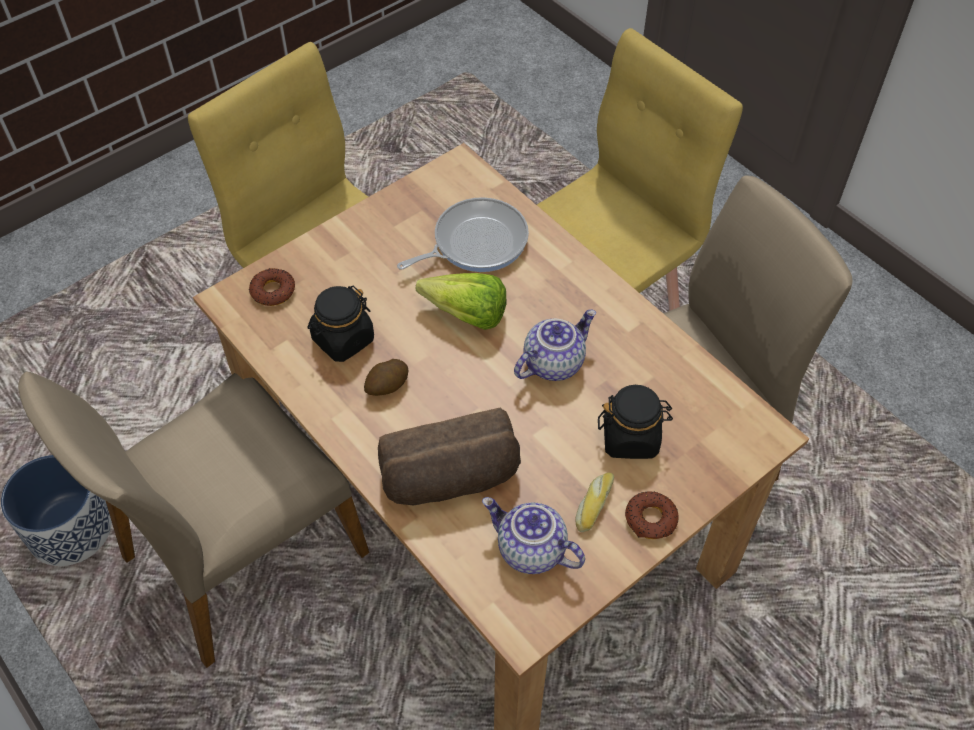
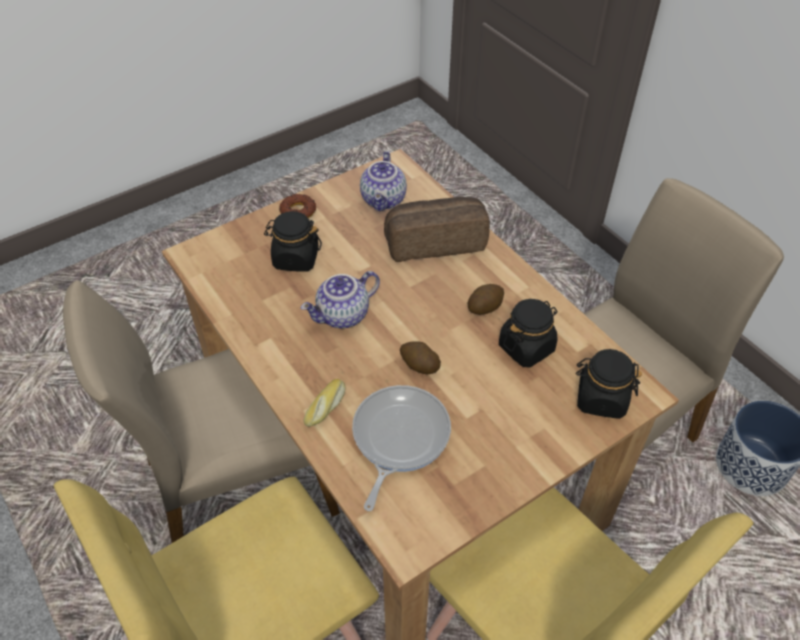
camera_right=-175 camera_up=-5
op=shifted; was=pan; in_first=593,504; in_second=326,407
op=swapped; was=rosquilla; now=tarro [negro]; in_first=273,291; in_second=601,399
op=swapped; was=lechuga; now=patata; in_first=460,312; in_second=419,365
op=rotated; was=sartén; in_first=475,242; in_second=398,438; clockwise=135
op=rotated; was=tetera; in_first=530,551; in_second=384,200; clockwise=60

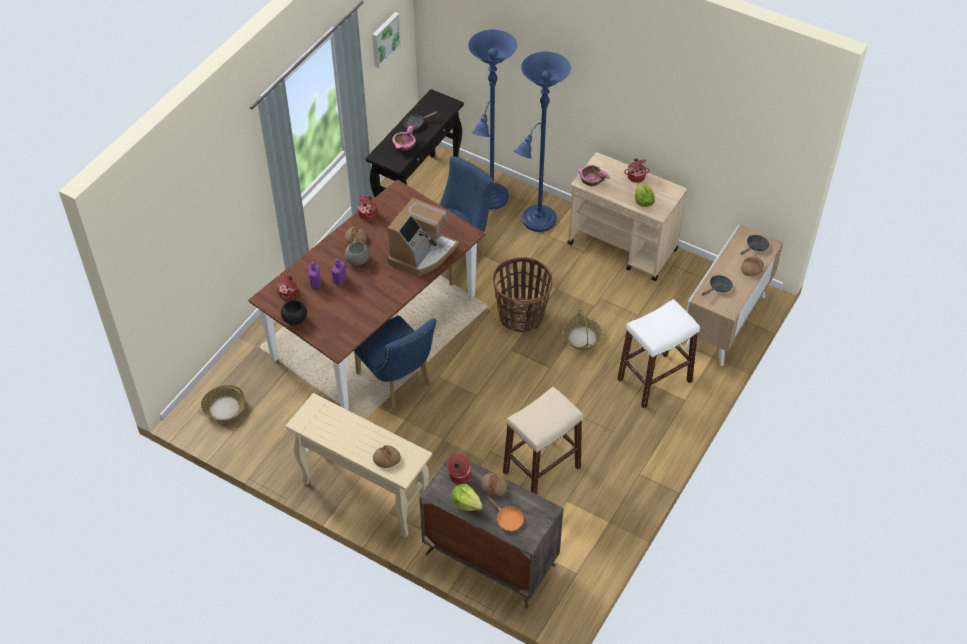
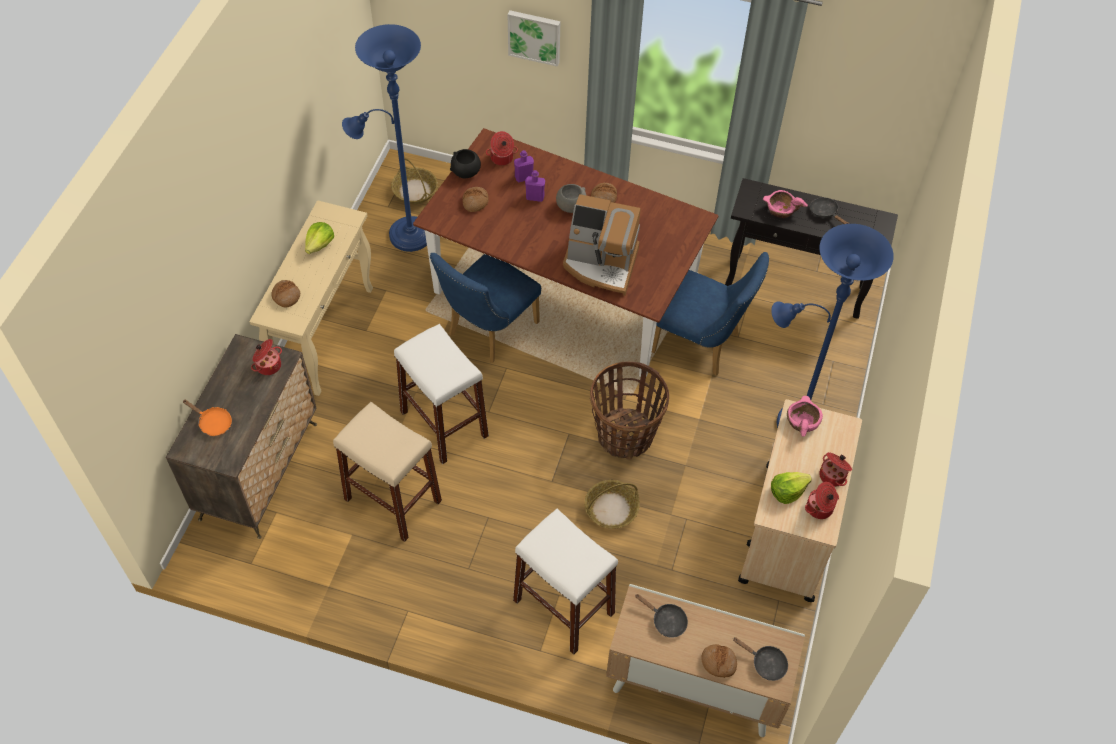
camera_right=75 camera_up=5
op=new; now=taburete [blanco]; in_second=444,423
op=shifted; was=olla; in_first=368,214; in_second=820,508
op=shifted; was=cuadro; in_first=384,39; in_second=534,36
op=shifted; was=lechuga; in_first=466,503; in_second=320,245
op=shifted; was=lámpara de pie [azul]; in_first=490,200; in_second=404,235
op=shifted; was=pan; in_first=493,487; in_second=475,202
op=rotated; was=sartén [naranja]; in_first=507,519; in_second=213,423; clockwise=-90

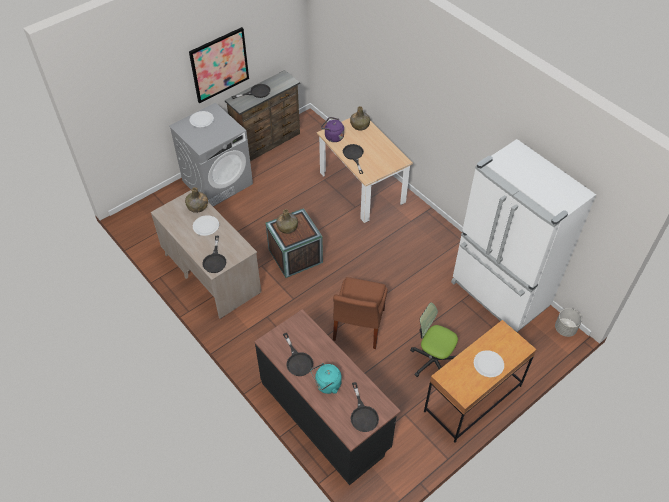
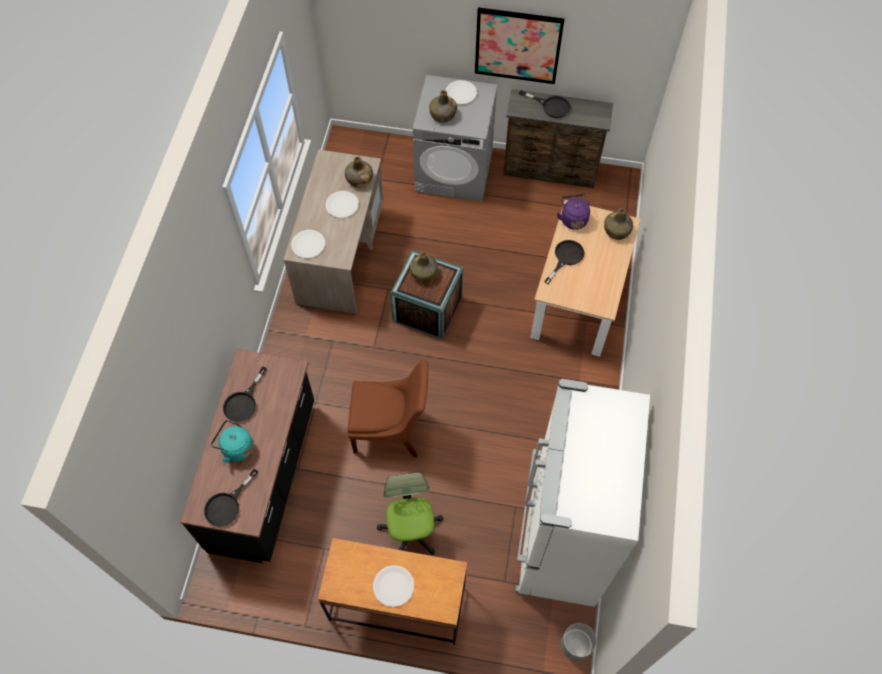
camera_right=50 camera_up=10
op=new; now=botella [verde]; in_second=443,115
op=swapped; was=sartén [negro]; now=plato [blanco]; in_first=215,260; in_second=308,244
op=rotated; was=silla [marrón]; in_first=358,327; in_second=391,430; clockwise=-150

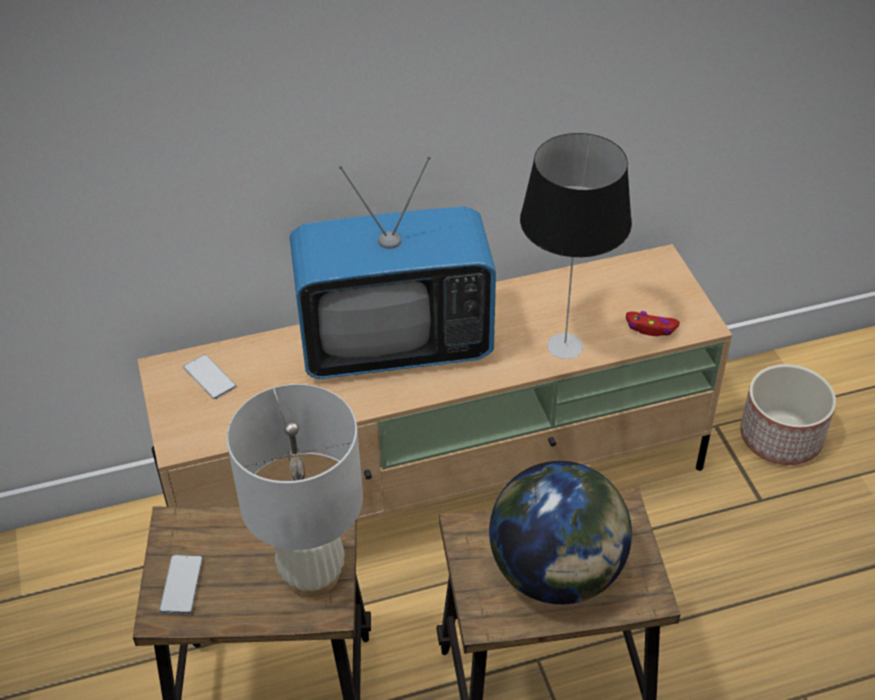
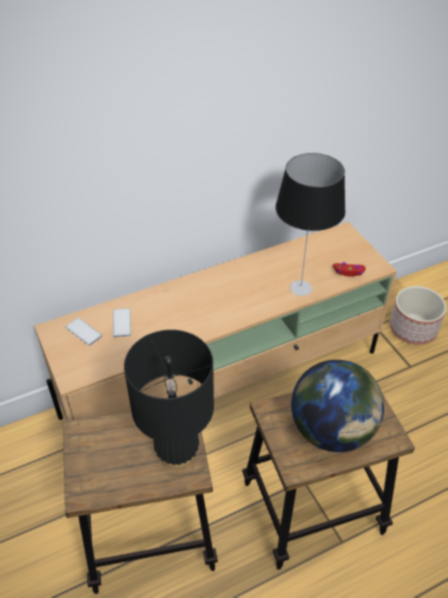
camera_right=-10 camera_up=0
op=gone; was=televisor; in_first=395,345
op=shifted; was=móvil; in_first=181,584; in_second=121,323
op=repainted; was=lámpara de mesa [blanco]; now=lámpara de mesa [negro]; in_first=311,574; in_second=177,452

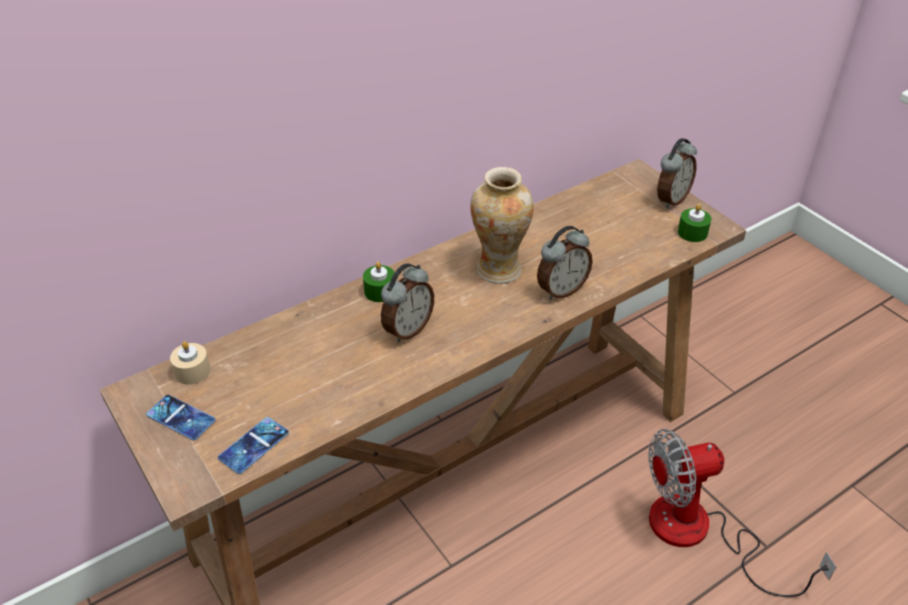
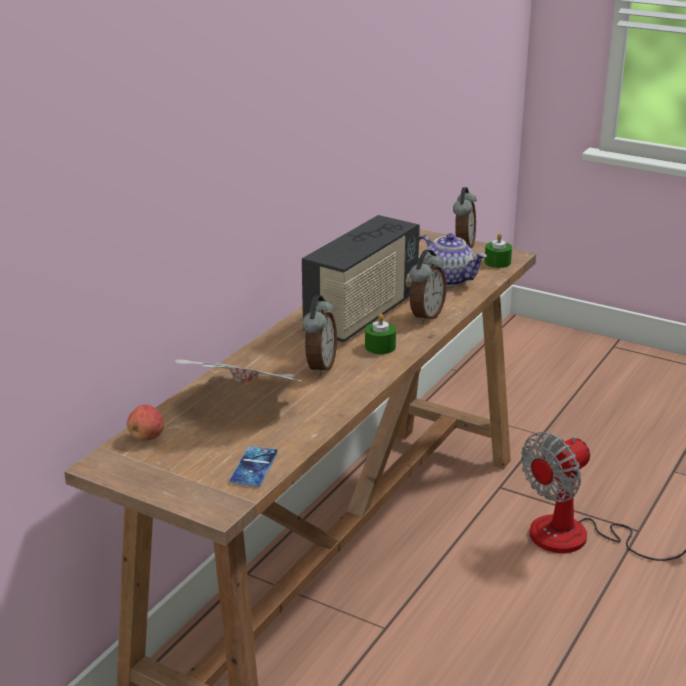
camera_right=-25 camera_up=-15
op=gone; was=móvil; in_first=181,418
op=new; now=periódico; in_second=246,401
op=new; now=tetera; in_second=449,279
op=shifted; was=vela [verde]; in_first=380,291; in_second=380,347
op=swapped; was=vela [beis]; now=manzana; in_first=192,371; in_second=147,437
op=swapped; was=florero; now=radio; in_first=499,270; in_second=363,315

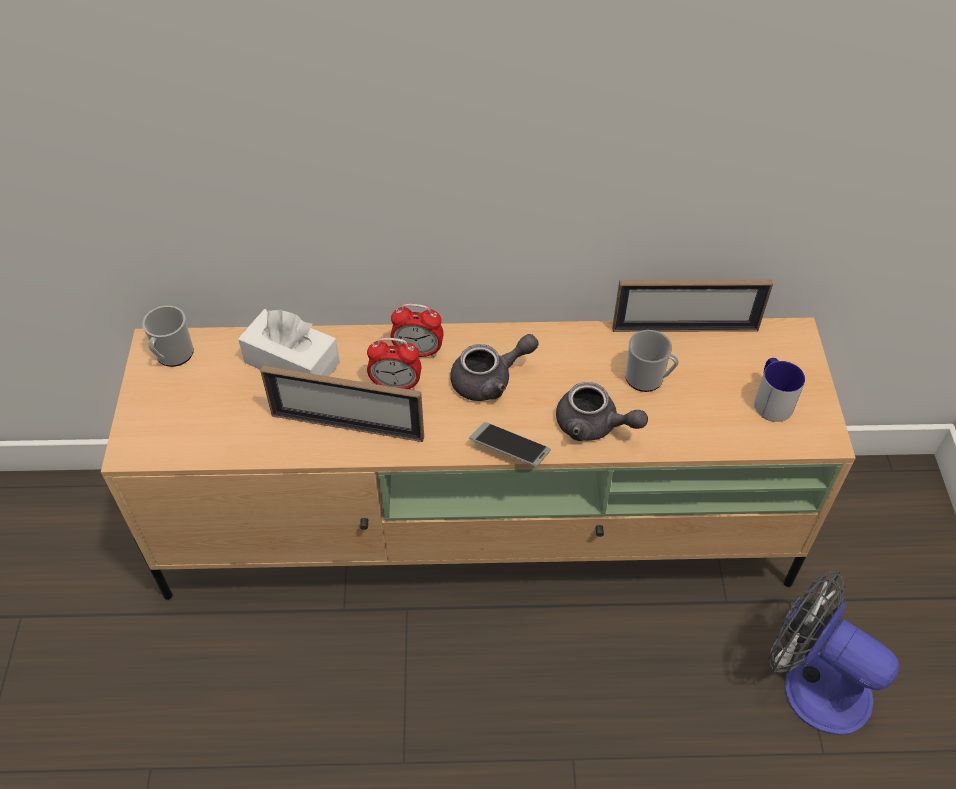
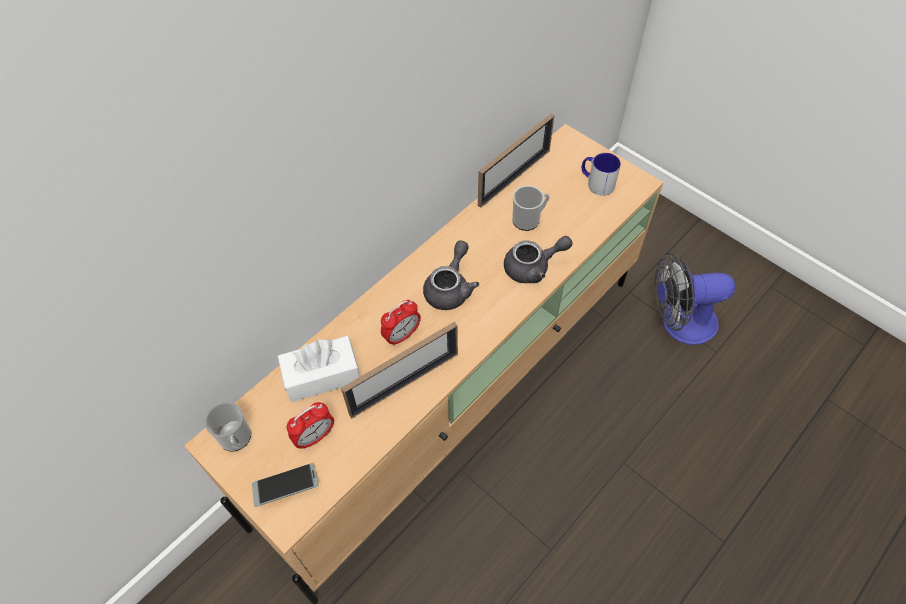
camera_right=-45 camera_up=5
op=shifted; was=despertador; in_first=418,351; in_second=315,437
op=shifted; was=móvil; in_first=509,449; in_second=286,487

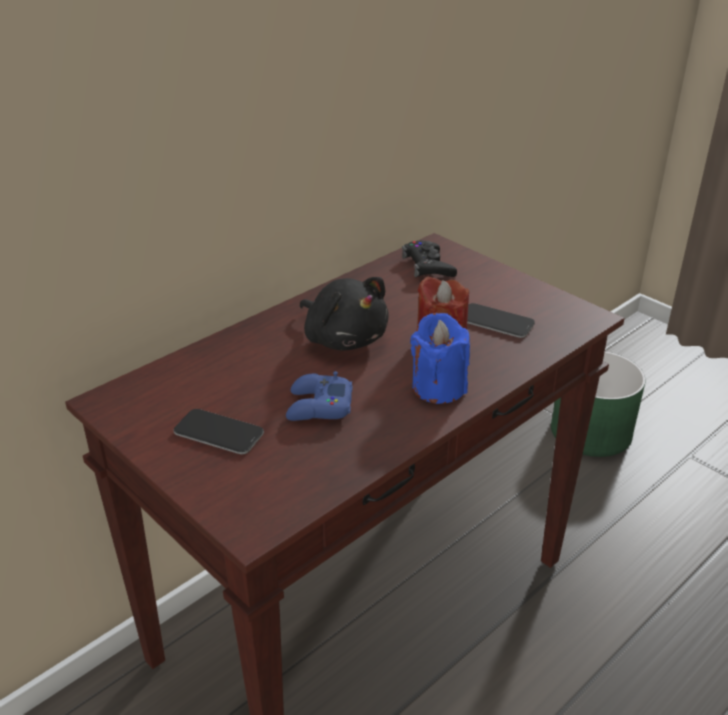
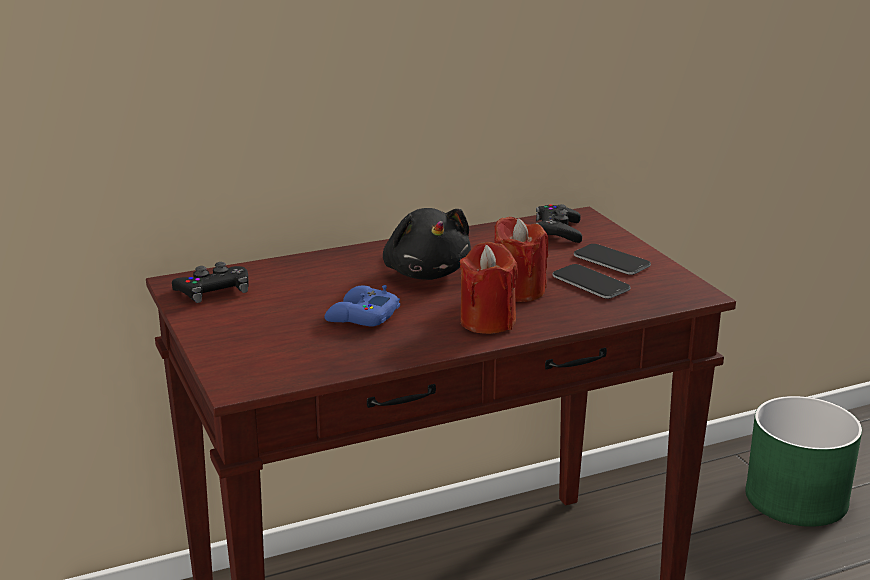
camera_right=20 camera_up=-10
op=new; now=mando de consola [negro]; in_second=213,291
op=shifted; was=móvil; in_first=218,433; in_second=611,261
op=repainted; was=vela [azul]; now=vela [rojo]; in_first=438,387; in_second=487,321

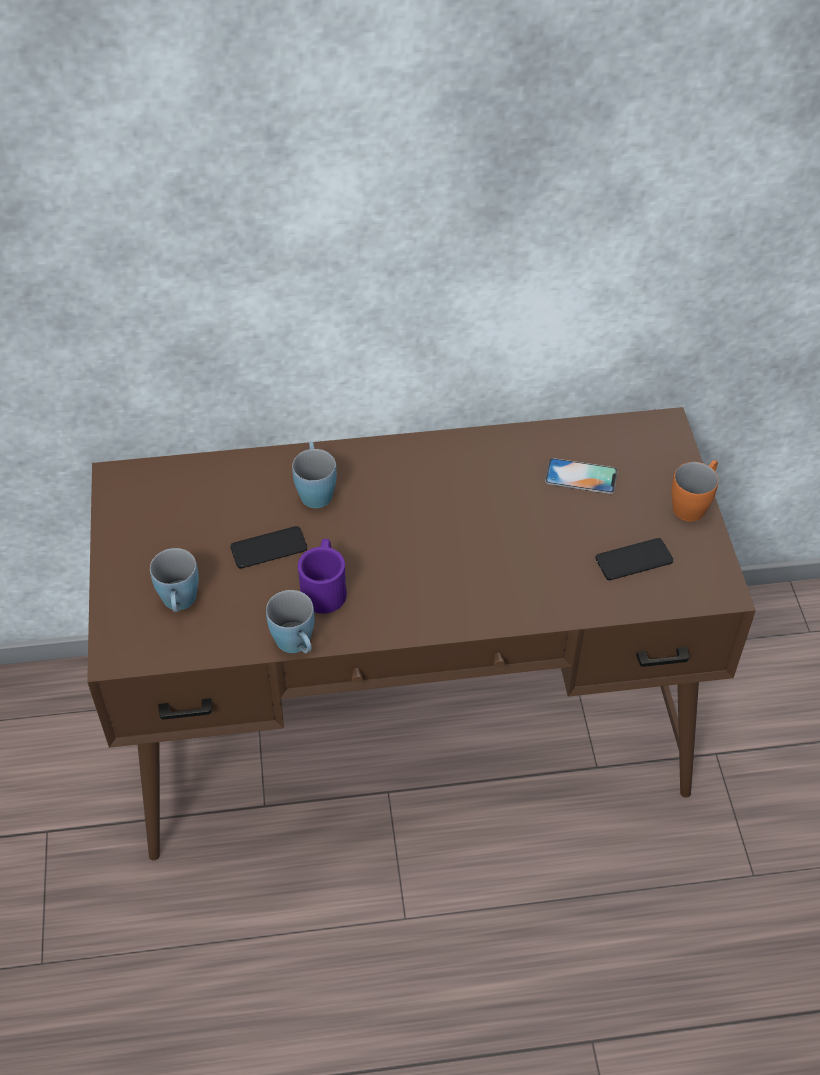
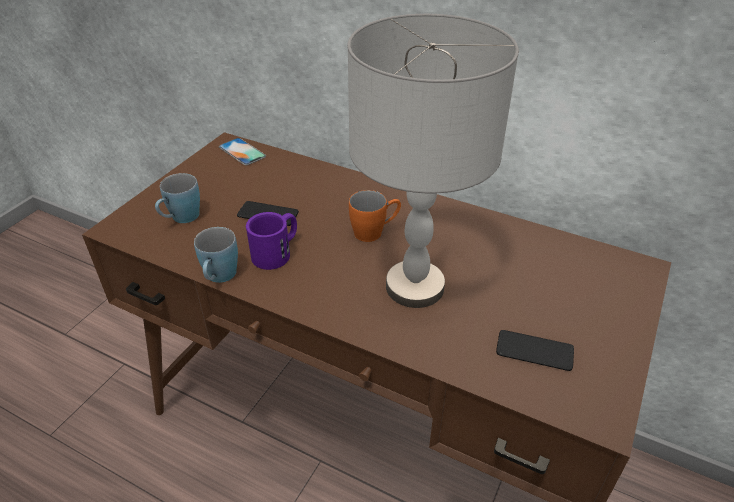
camera_right=35 camera_up=-10
op=gone; was=taza grande [azul]; in_first=315,489
op=new; now=lámpara de mesa [gris]; in_second=416,287
op=shifted; was=móvil; in_first=581,476; in_second=242,152
op=shifted; was=taza grande [naranja]; in_first=693,504; in_second=374,232

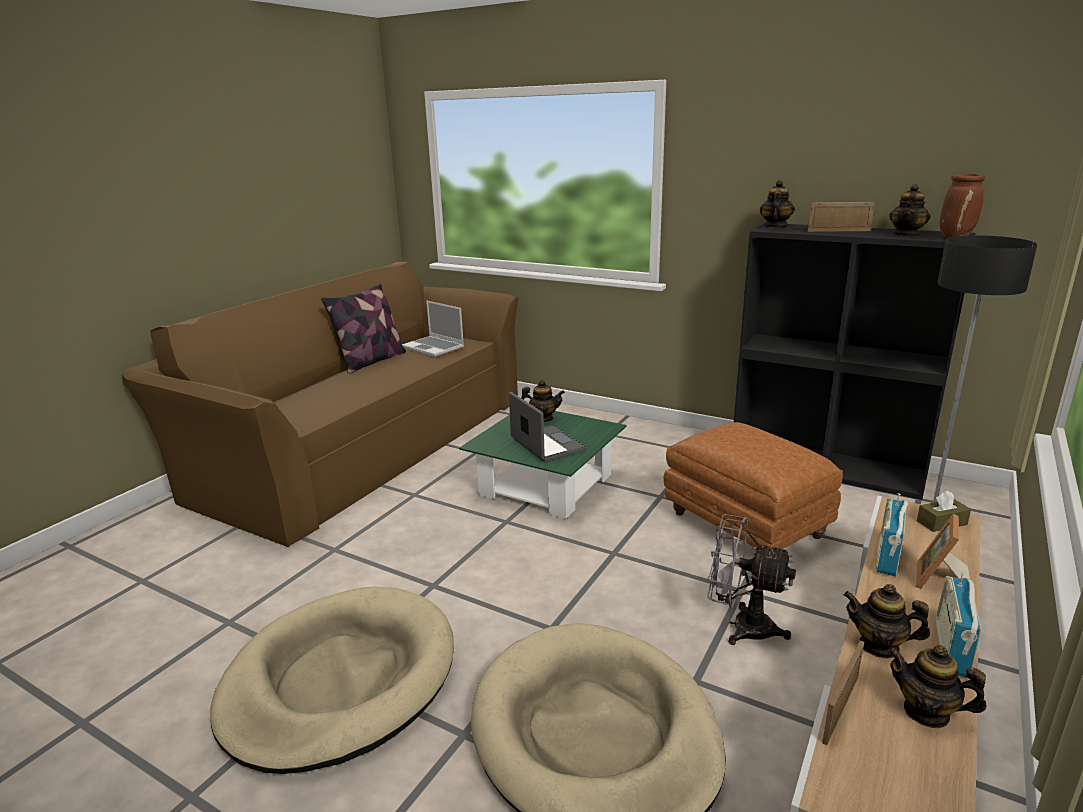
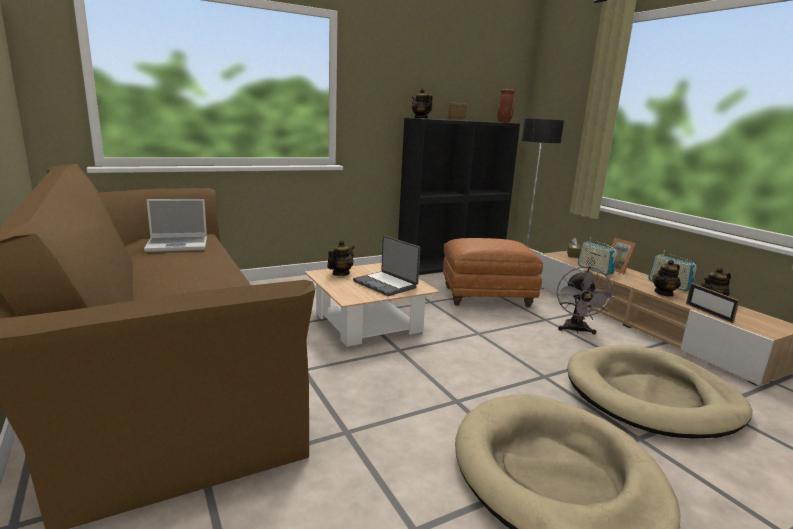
camera_right=-60 camera_up=-5
op=gone; was=cojín; in_first=371,361
op=gone; was=tetera; in_first=906,234
op=repainted; was=mesa de centro [verde]; now=mesa de centro [beis]; in_first=546,485; in_second=368,323
op=rotated; was=portátil; in_first=546,445; in_second=386,284; clockwise=-135
op=rotated; was=ventilador [gris]; in_first=741,626; in_second=576,330; clockwise=-45

